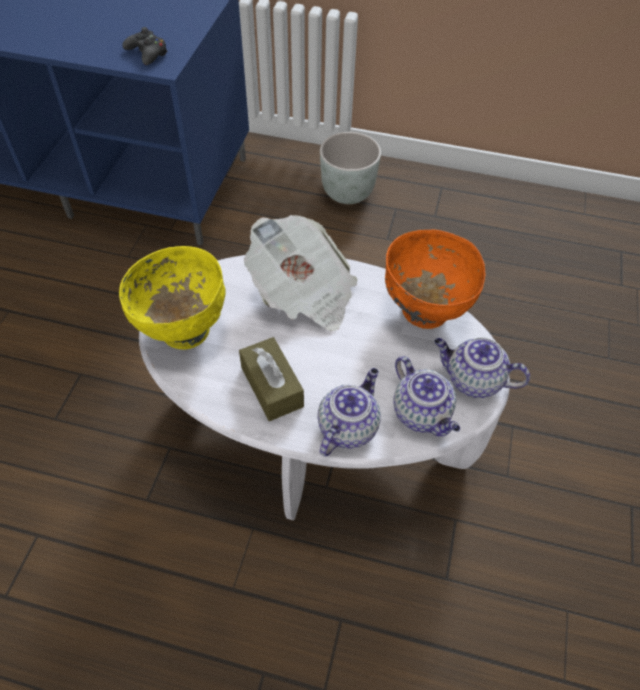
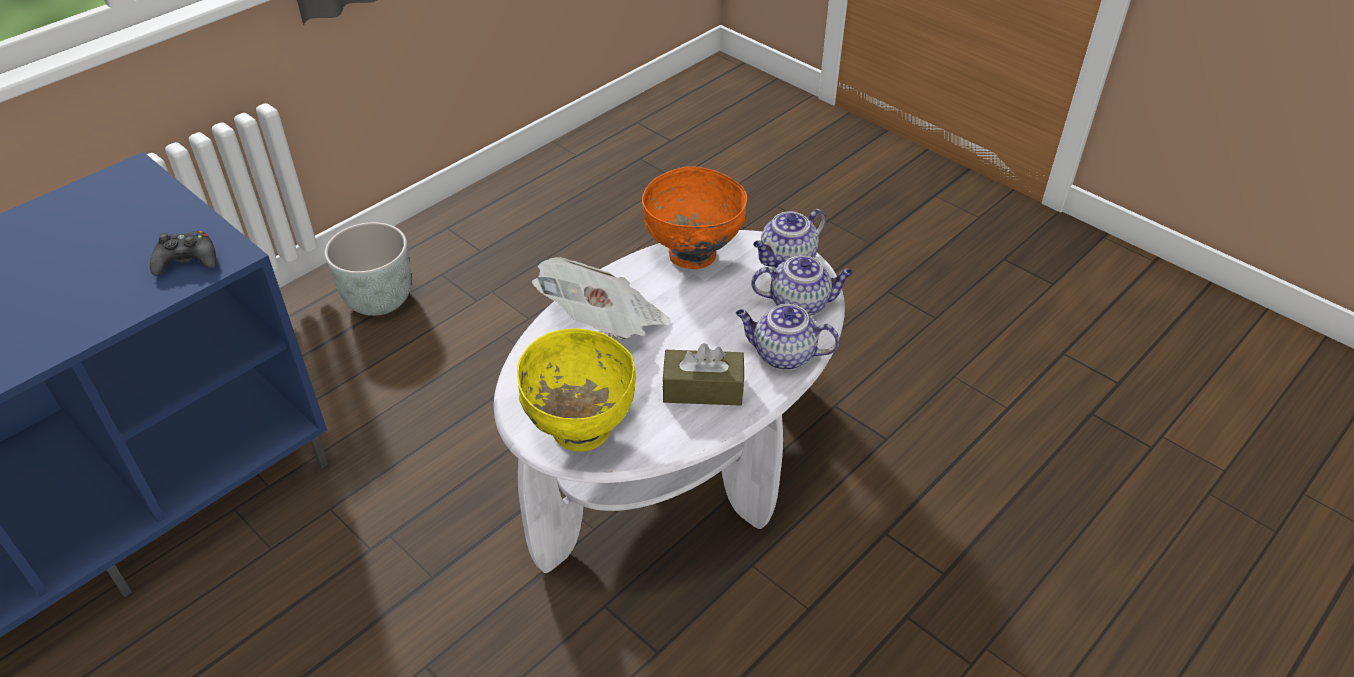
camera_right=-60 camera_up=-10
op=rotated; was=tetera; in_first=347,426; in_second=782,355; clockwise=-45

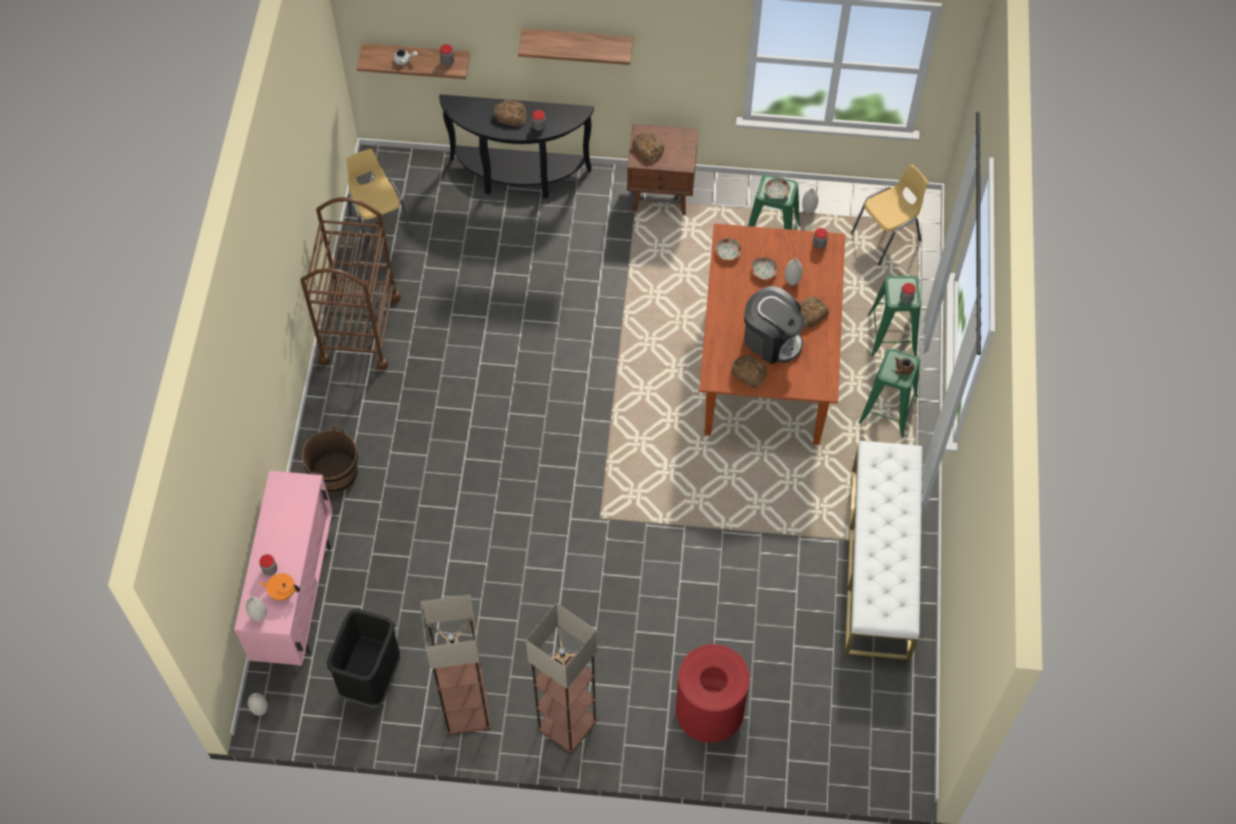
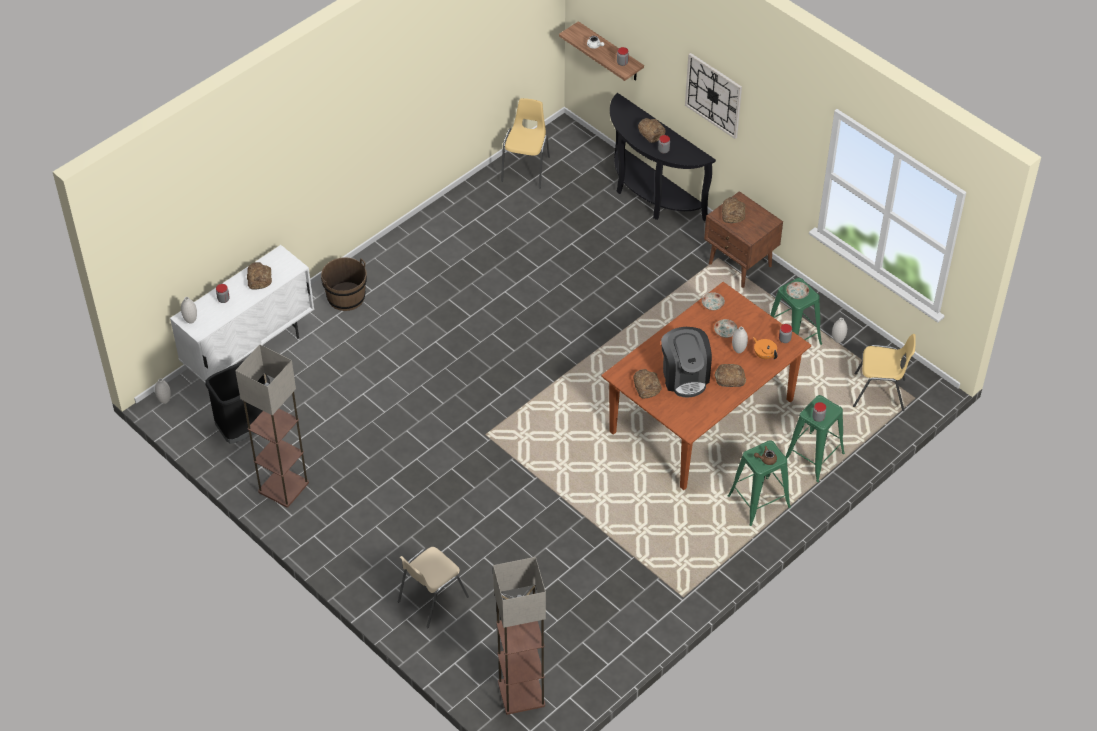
camera_right=40 camera_up=-10
op=gone; was=carrito [marrón]; in_first=360,329
op=gone; was=banco [blanco]; in_first=880,563
op=new; now=pan; in_second=259,278
op=shifted; was=tetera [naranja]; in_first=282,592; in_second=764,355
op=shifted; was=lámpara de pie; in_first=567,725; in_second=521,694
op=swapped; was=estante; now=reloj de pared; in_first=577,43; in_second=713,95
op=swapped; was=papelera [rojo]; now=silla [beis]; in_first=709,715; in_second=432,599
op=repainted; was=armario [rosa]; now=armario [blanco]; in_first=297,597; in_second=250,352

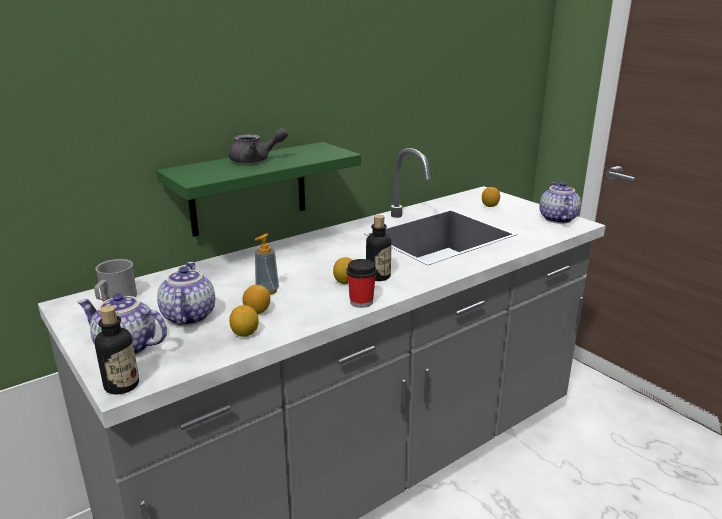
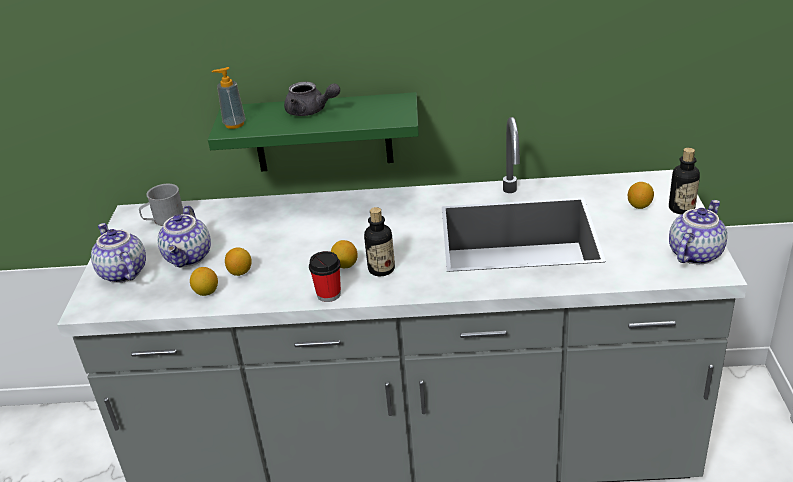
camera_right=40 camera_up=10
op=shifted; was=botella; in_first=122,385; in_second=681,208
op=shifted; was=dispensador de jabón; in_first=267,291; in_second=234,124
op=rotated; was=tetera; in_first=187,316; in_second=189,257; clockwise=150

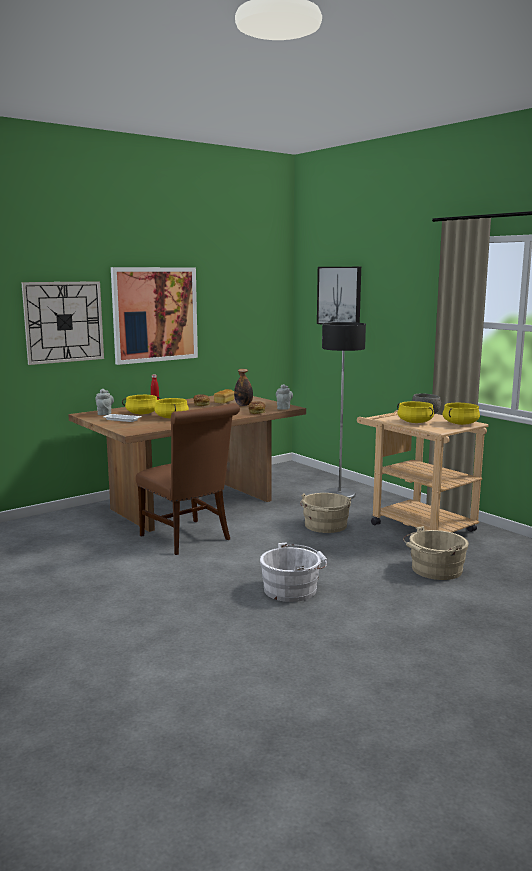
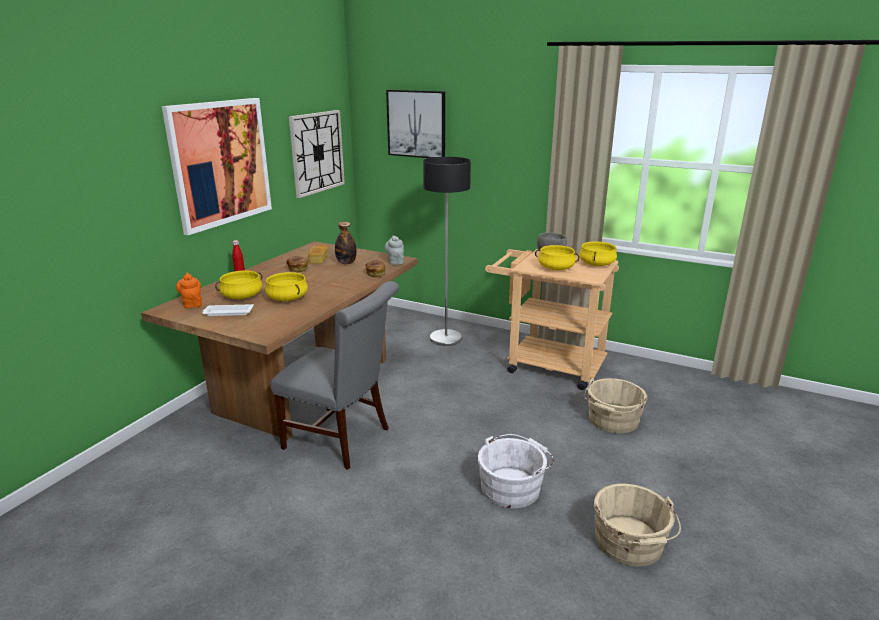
camera_right=-25 camera_up=10
op=shifted; was=reloj de pared; in_first=63,322; in_second=317,152
op=shifted; was=cubo [beis]; in_first=325,526; in_second=630,544
op=repainted; was=tetera [gris]; now=tetera [naranja]; in_first=105,413; in_second=192,304
op=repainted; was=silla [marrón]; now=silla [gris]; in_first=189,538; in_second=342,439

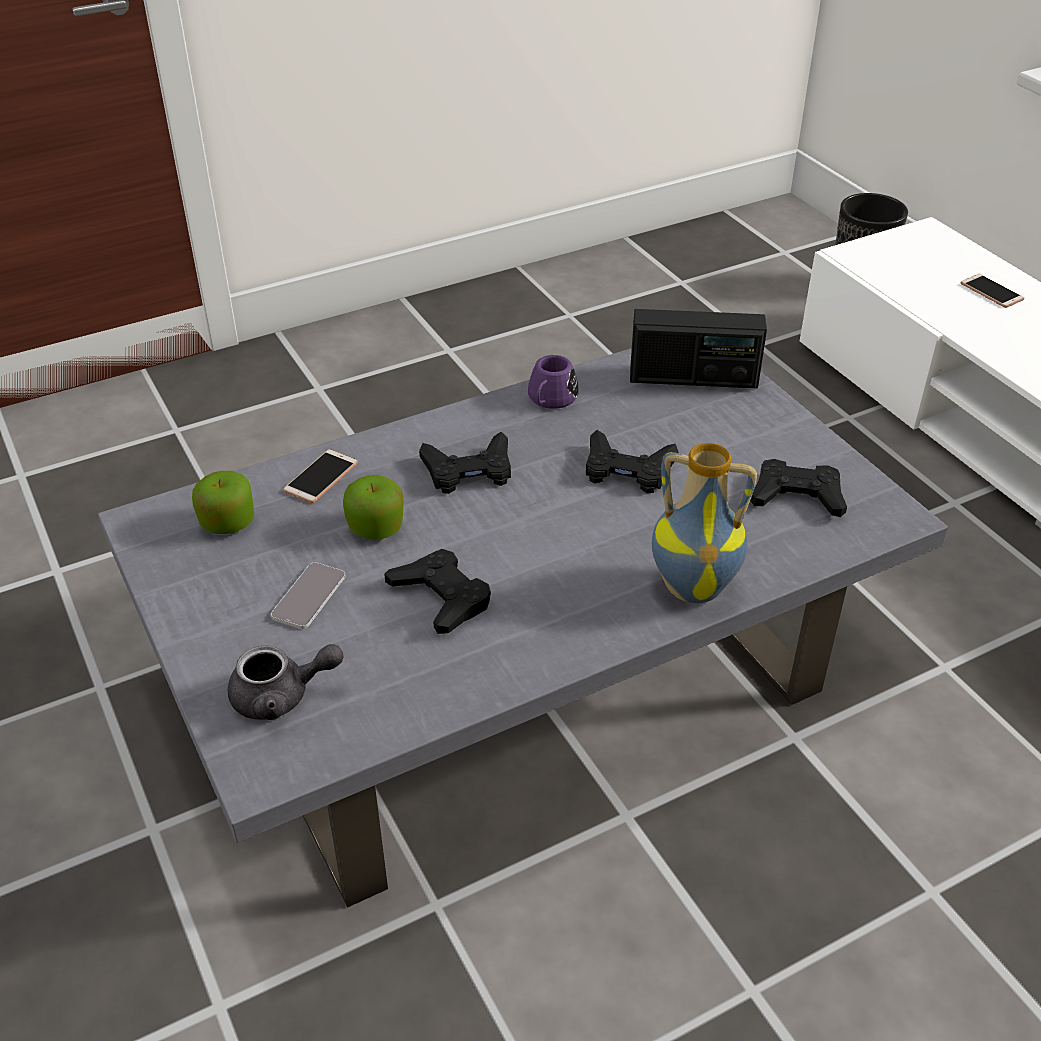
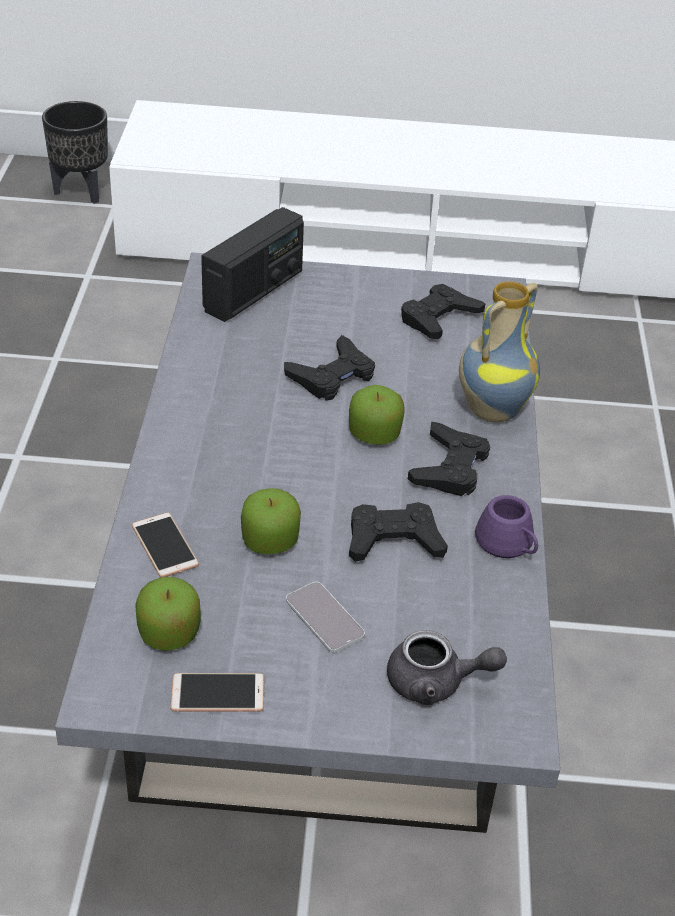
camera_right=-60 camera_up=0
op=new; now=manzana; in_second=374,434
op=shifted; was=mando de consola [negro]; in_first=469,471; in_second=450,467
op=shifted; was=taza grande [morado]; in_first=550,400; in_second=508,545
op=shifted; was=móvil; in_first=991,292; in_second=217,694
op=rotated; was=tetera [gris]; in_first=282,696; in_second=436,683; clockwise=75

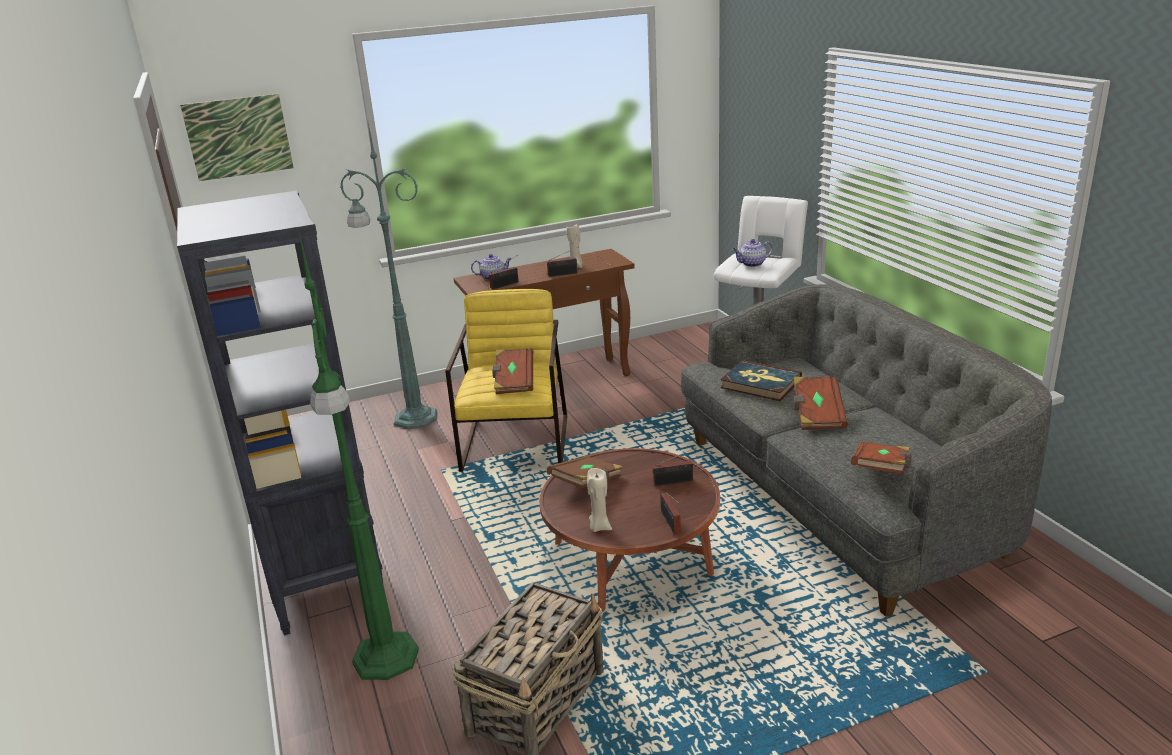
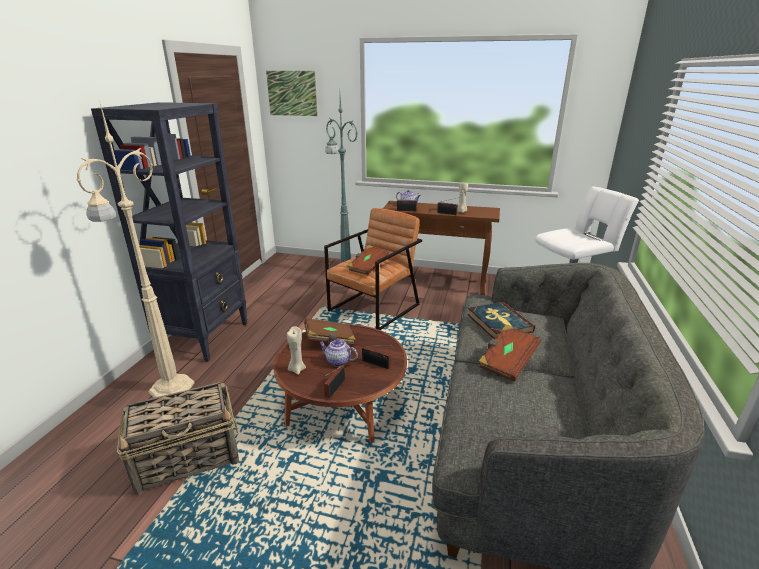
camera_right=35 camera_up=0
op=gone; was=libro [marrón]; in_first=881,471
op=shifted; was=tetera; in_first=752,264; in_second=337,361
op=repainted; was=lámpara de pie [verde]; now=lámpara de pie [beis]; in_first=385,659; in_second=170,389
op=repainted; was=sillón [amarillo]; now=sillón [marrón]; in_first=516,442; in_second=374,308

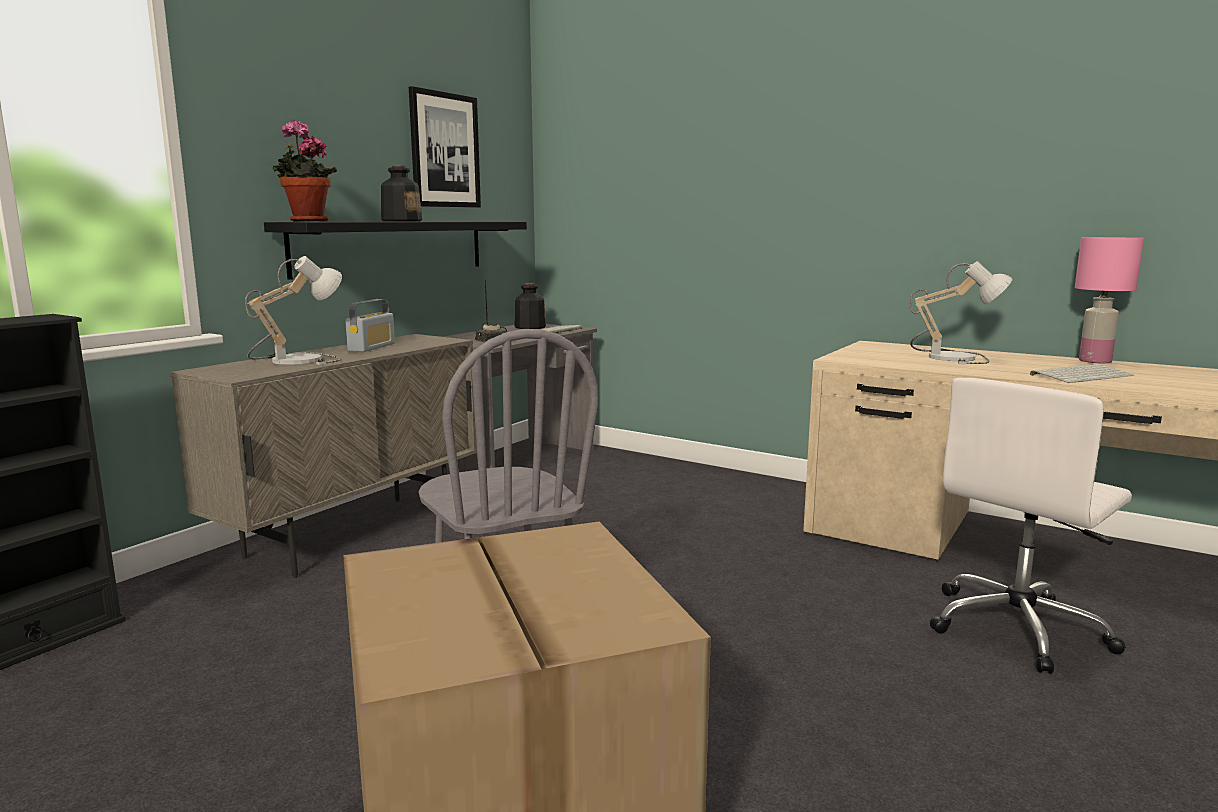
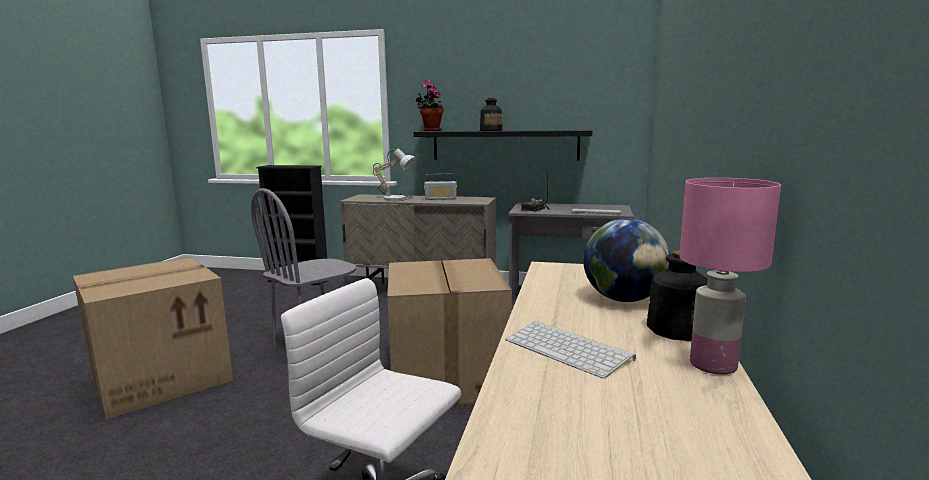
camera_right=70 camera_up=0
op=gone; was=cuadro; in_first=444,150
op=new; now=caja de cartón; in_second=449,378
op=shifted; was=botella; in_first=529,327; in_second=676,329
op=swapped; was=lámpara de mesa; now=globo terráqueo; in_first=954,357; in_second=623,299

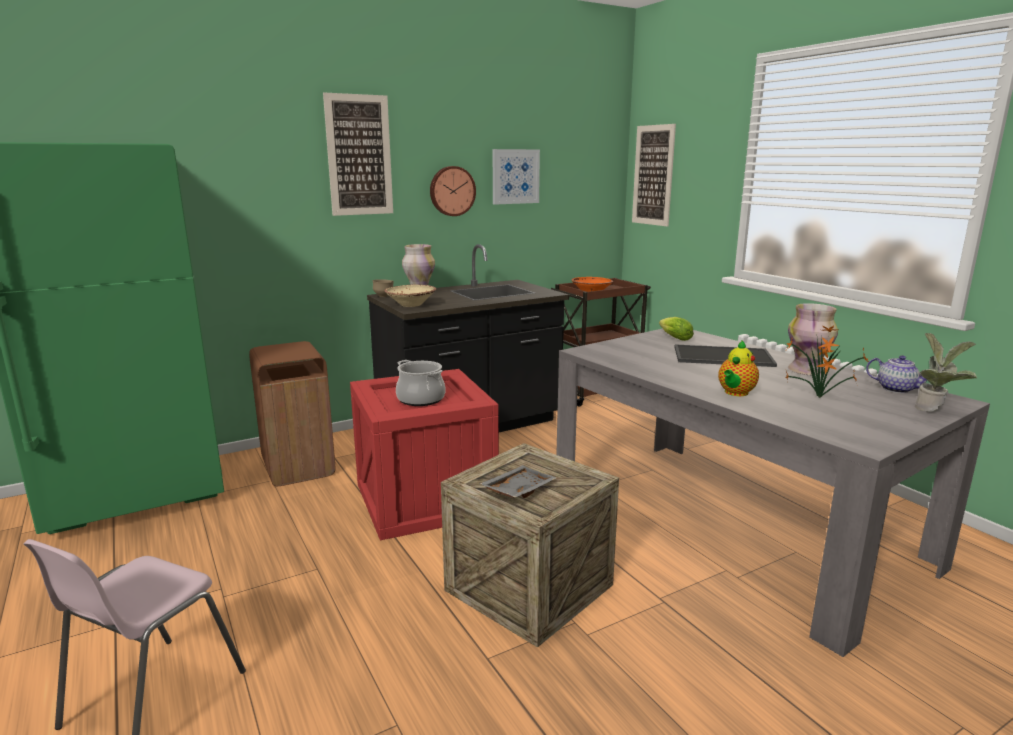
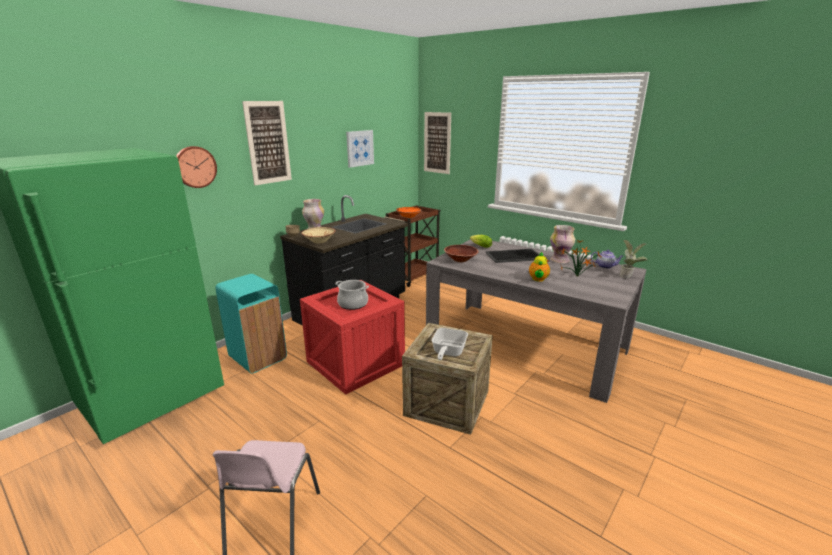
camera_right=-20 camera_up=5
op=new; now=cuenco [marrón]; in_second=460,260
op=shifted; was=reloj de pared; in_first=451,191; in_second=194,167
op=swapped; was=bandeja [gris]; now=sartén; in_first=517,490; in_second=447,352
op=repainted; was=papelera [marrón]; now=papelera [turquesa]; in_first=299,467; in_second=258,357

